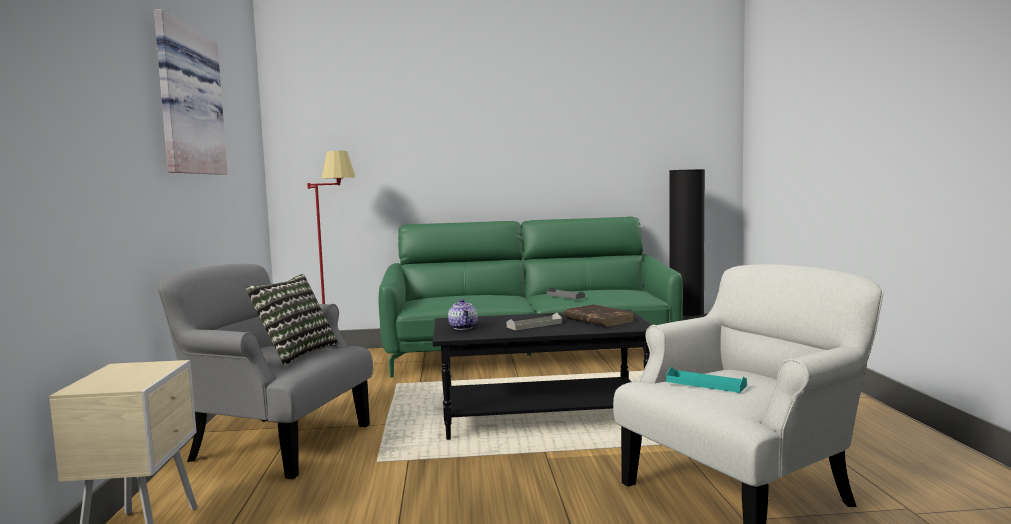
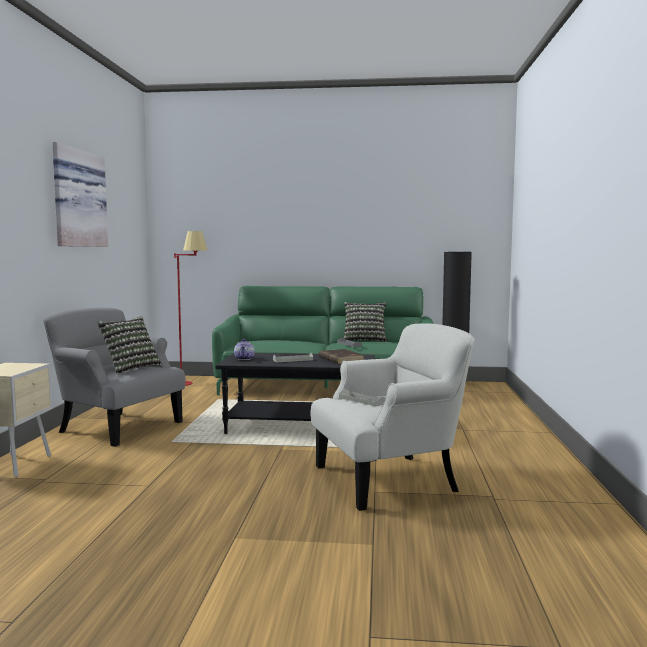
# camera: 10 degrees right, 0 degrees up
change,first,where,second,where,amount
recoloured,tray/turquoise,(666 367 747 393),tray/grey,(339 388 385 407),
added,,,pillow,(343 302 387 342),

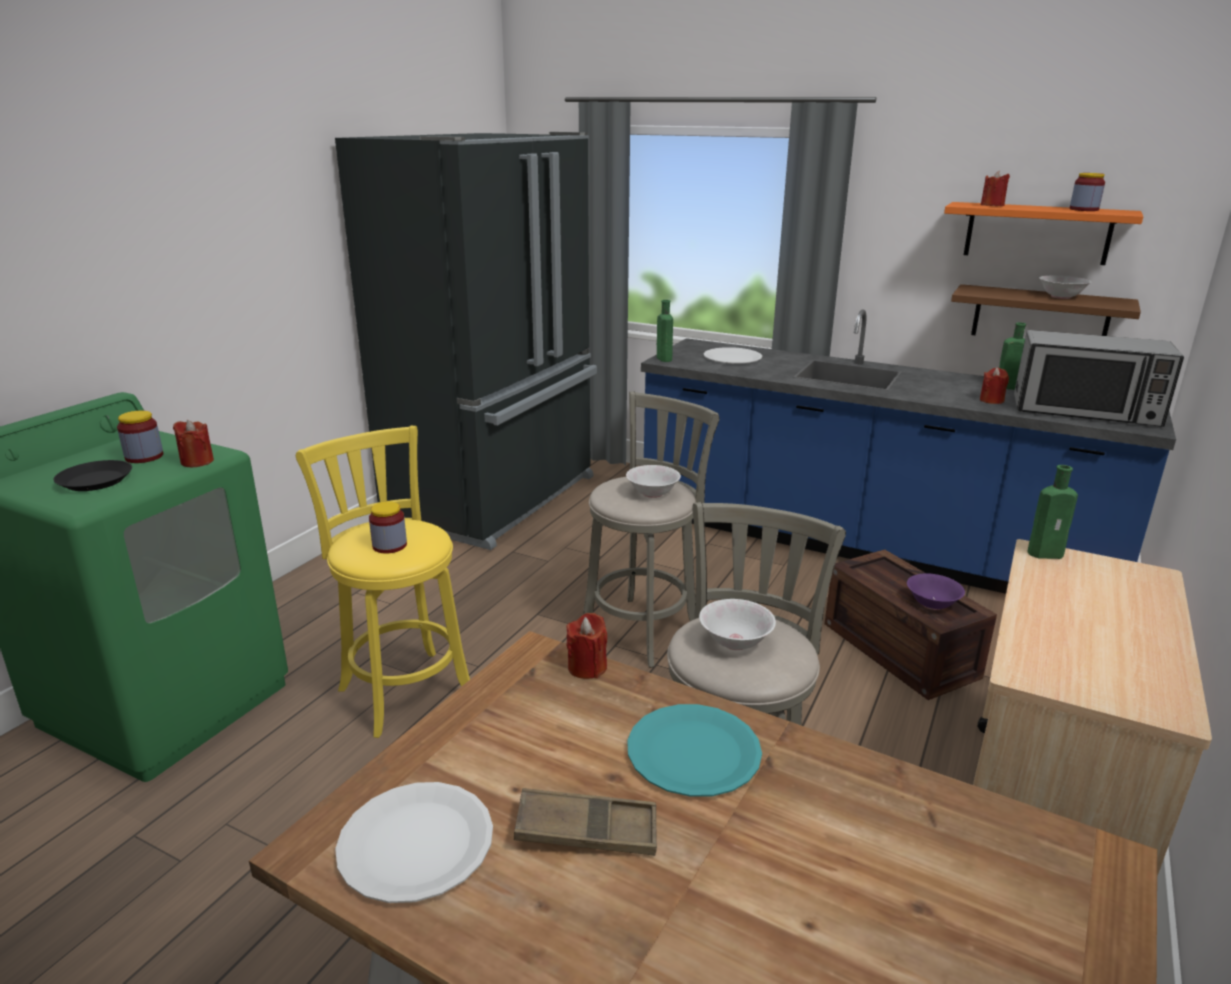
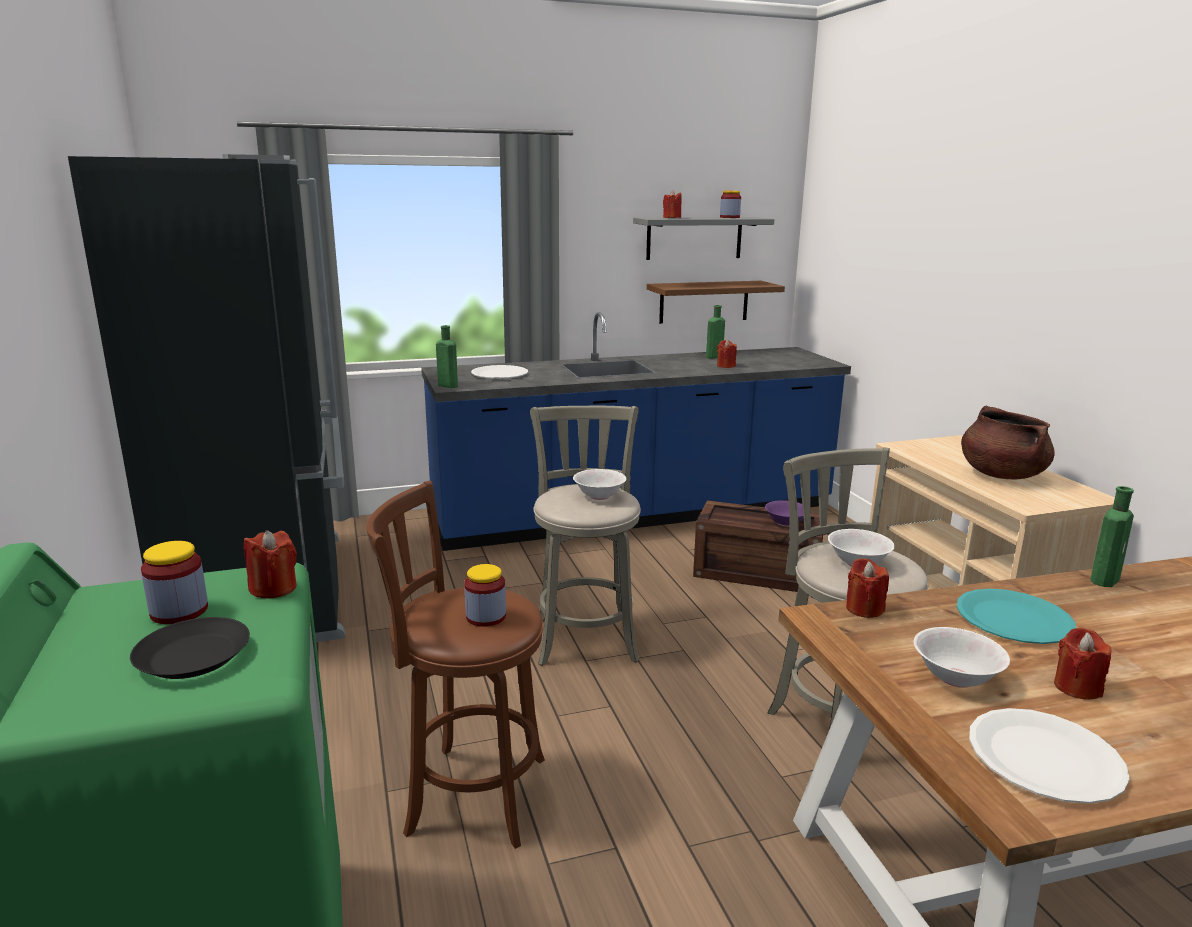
# camera: 45 degrees left, 5 degrees down
change,first,where,second,where,amount
recoloured,stool/yellow,(296 426 470 738),stool/brown,(366 480 545 849),
replaced,tray/brown,(514 788 657 856),candle/red,(1054 628 1111 700),
recoloured,shelf/orange,(944 202 1143 265),shelf/grey,(633 217 774 260),
removed,microwave,(1014 330 1184 427),,,
moved,bottle/green,(1027 465 1078 559),,(1091 486 1134 587),
moved,bowl/white,(1039 275 1092 299),,(914 627 1010 688),
added,,,cooking pot/brown,(961 405 1055 479),

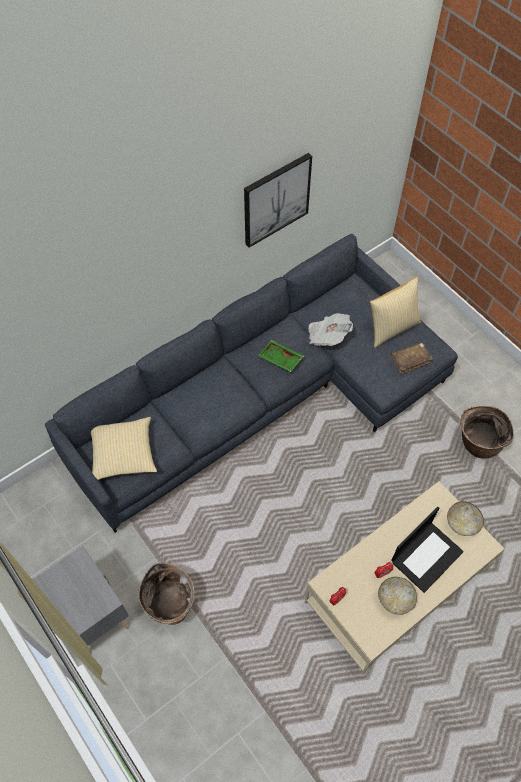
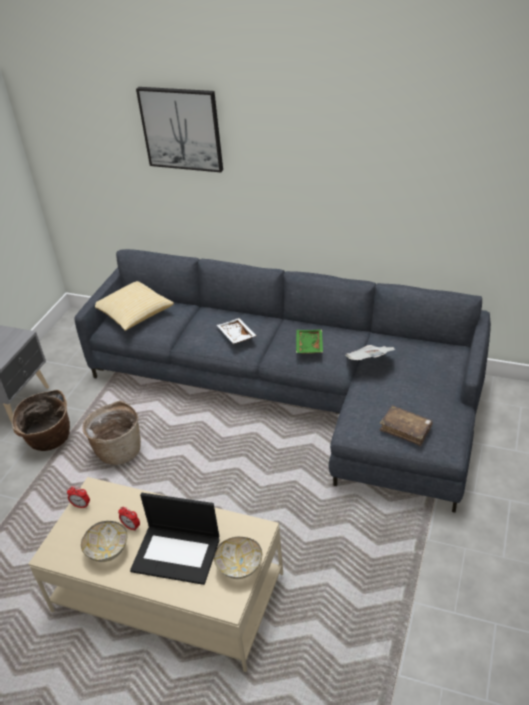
# camera: 60 degrees right, 20 degrees down
change,first,where,second,where,amount
moved,picture,(244 153 312 248),,(136 87 223 172),
removed,pillow,(370 277 421 348),,,
moved,basket,(461 406 514 458),,(82 401 141 465),
added,,,tray/white,(217 318 257 344),

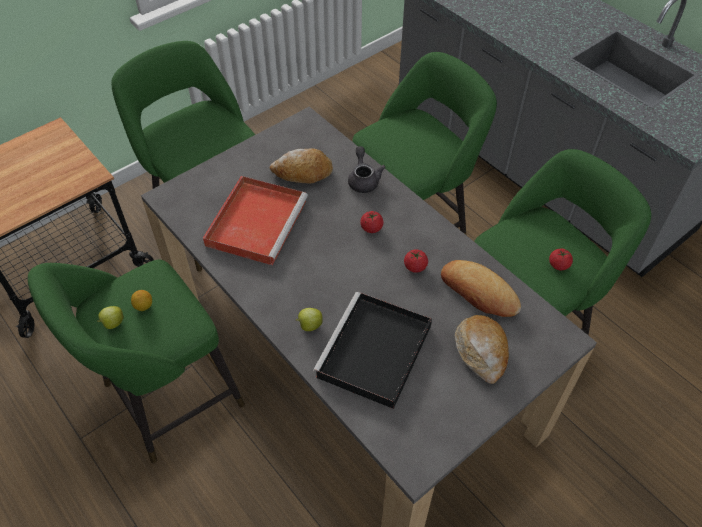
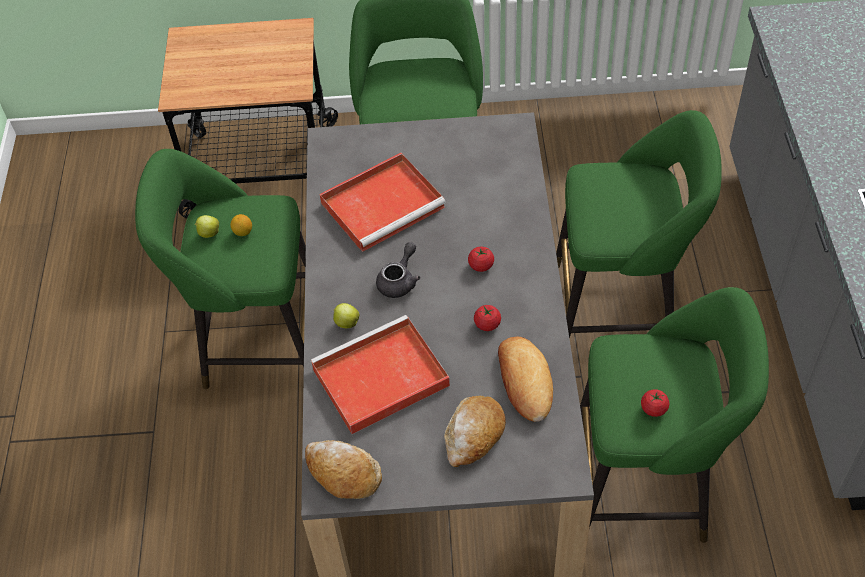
# camera: 40 degrees right, 0 degrees up
change,first,where,second,where,amount
moved,bread,(270 148 333 184),,(305 440 382 499),
recoloured,tray/black,(313 292 432 409),tray/red,(310 315 450 434),
moved,teapot/grey,(348 146 385 193),,(376 242 421 298),

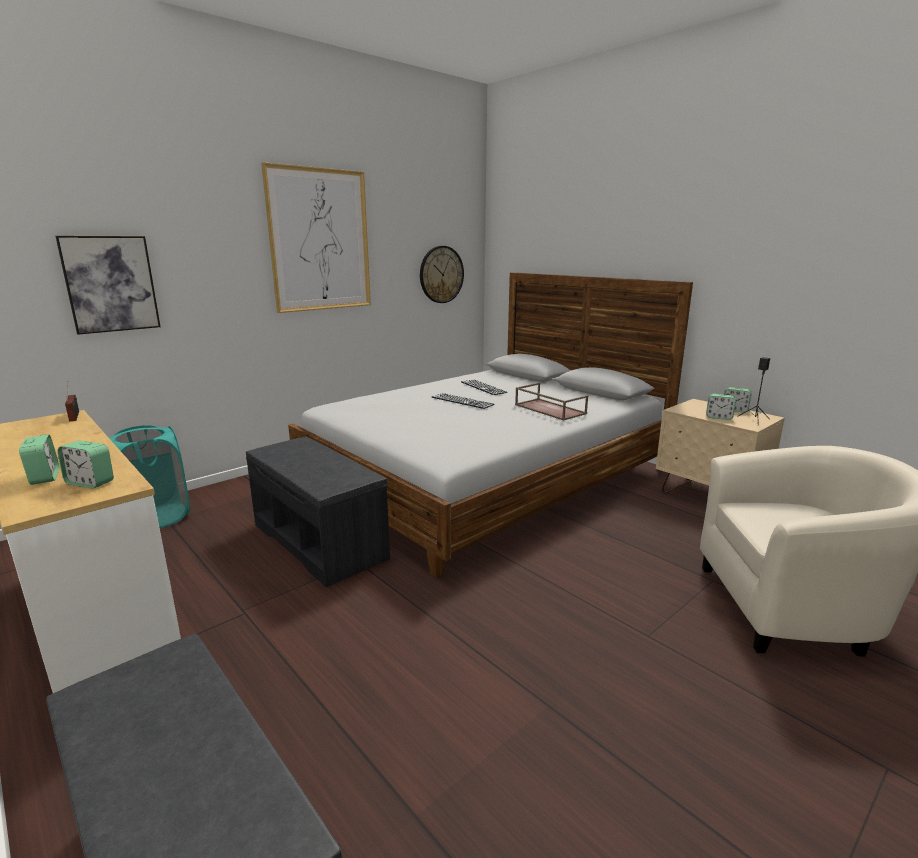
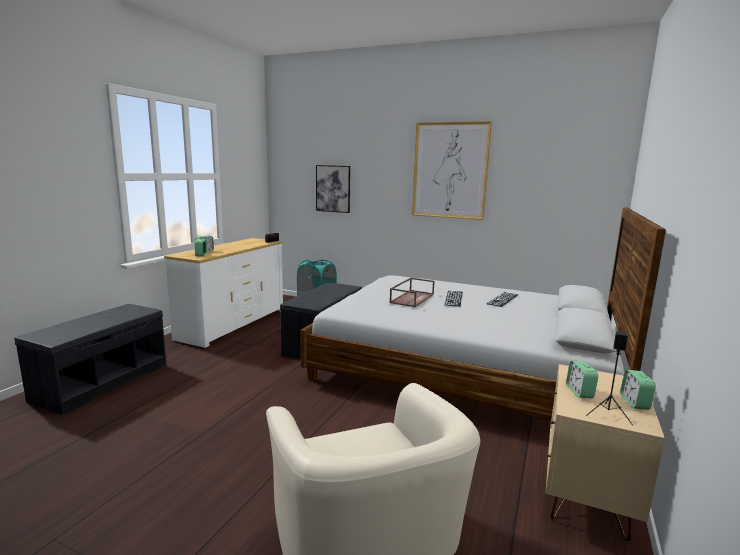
# camera: 65 degrees right, 5 degrees down
change,first,where,second,where,amount
removed,wall clock,(420 246 464 303),,,
moved,tray/brown,(515 383 588 421),,(390 278 435 307),

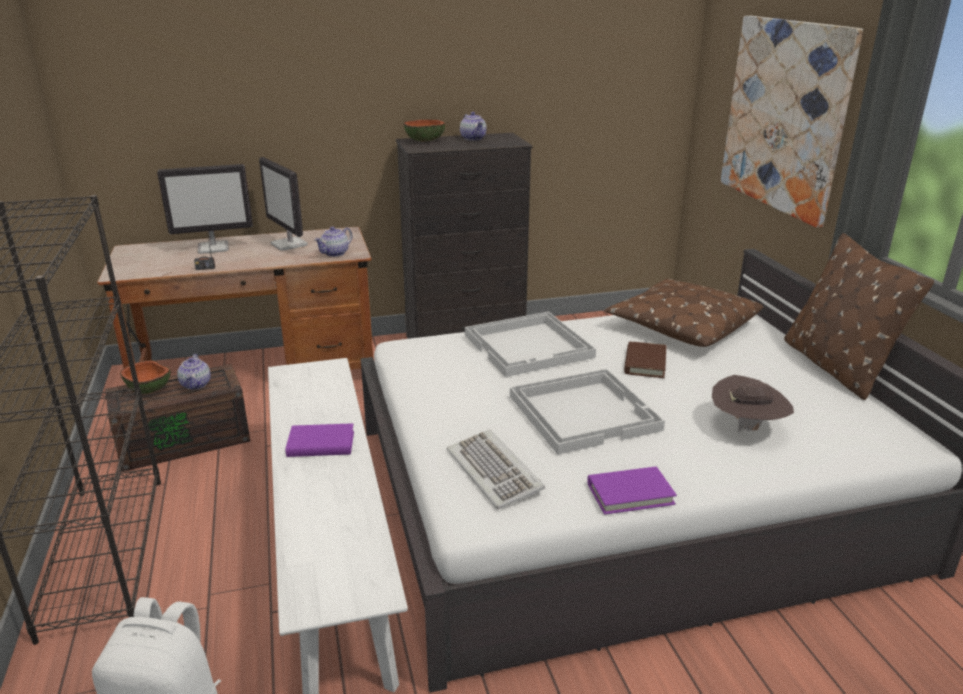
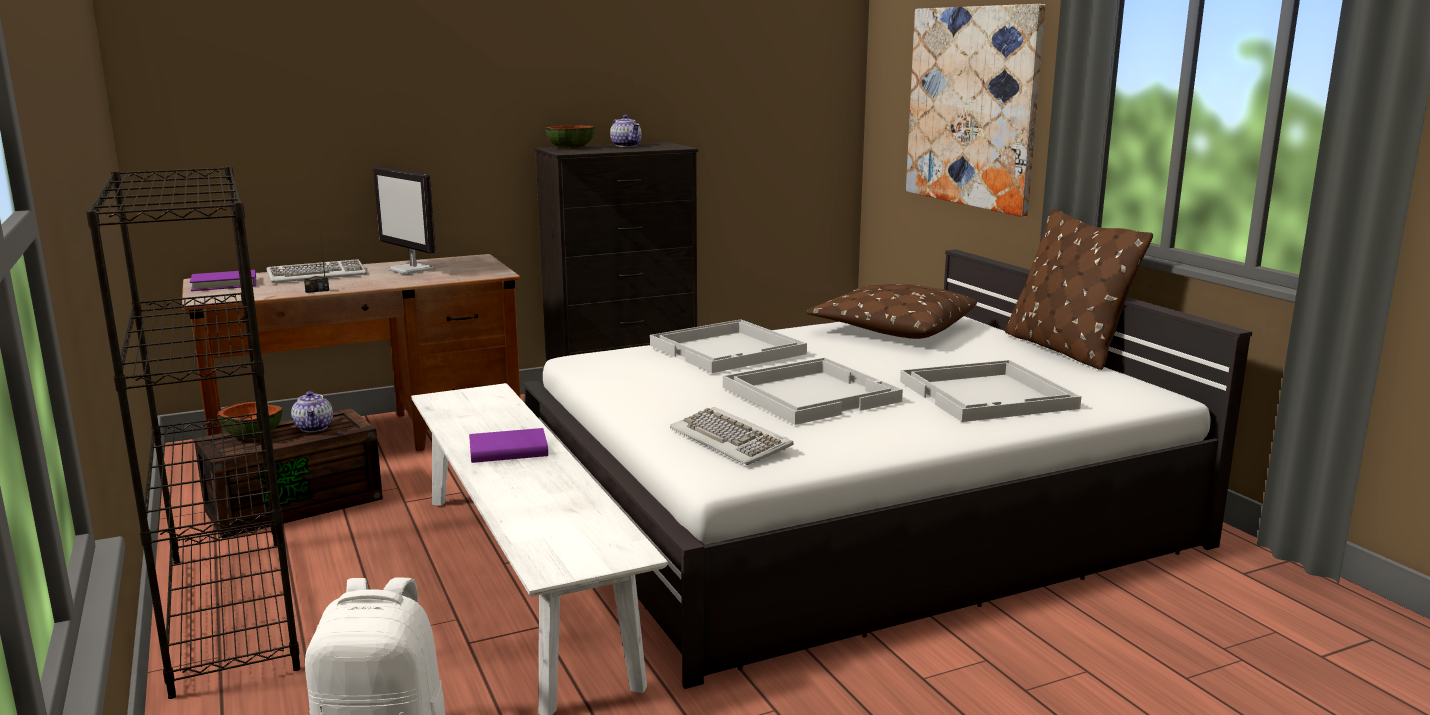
# camera: 10 degrees left, 10 degrees down
change,first,where,second,where,amount
replaced,monitor,(157 164 253 254),keyboard,(266 259 367 283),
removed,teapot,(314 227 352 257),,,
moved,book/purple,(587 467 677 515),,(190 270 256 291),
removed,book/brown,(624 342 666 378),,,
replaced,hat/brown,(712 375 794 432),tray/white,(900 360 1082 422),

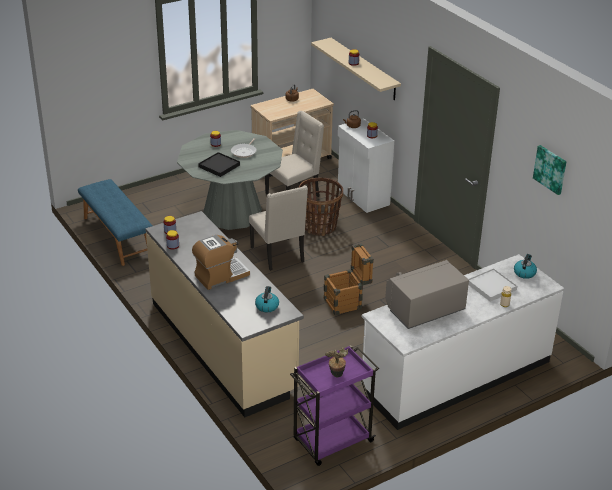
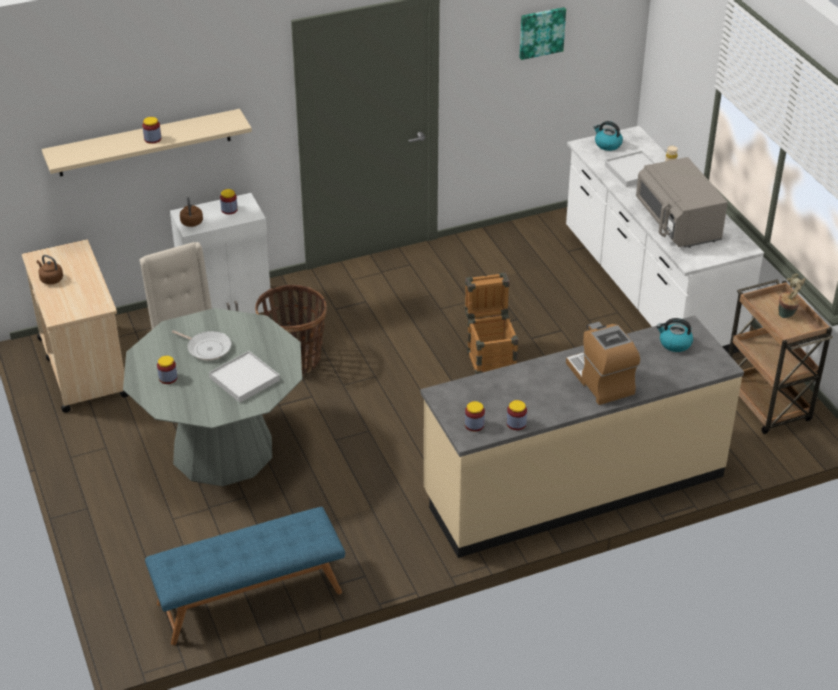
# camera: 80 degrees left, 5 degrees up
change,first,where,second,where,amount
recoloured,tray/black,(198 152 240 177),tray/white,(209 351 280 403),
removed,chair/beige,(249 185 308 271),,,
recoloured,cart/purple,(290 345 379 466),cart/brown,(728 279 833 434),

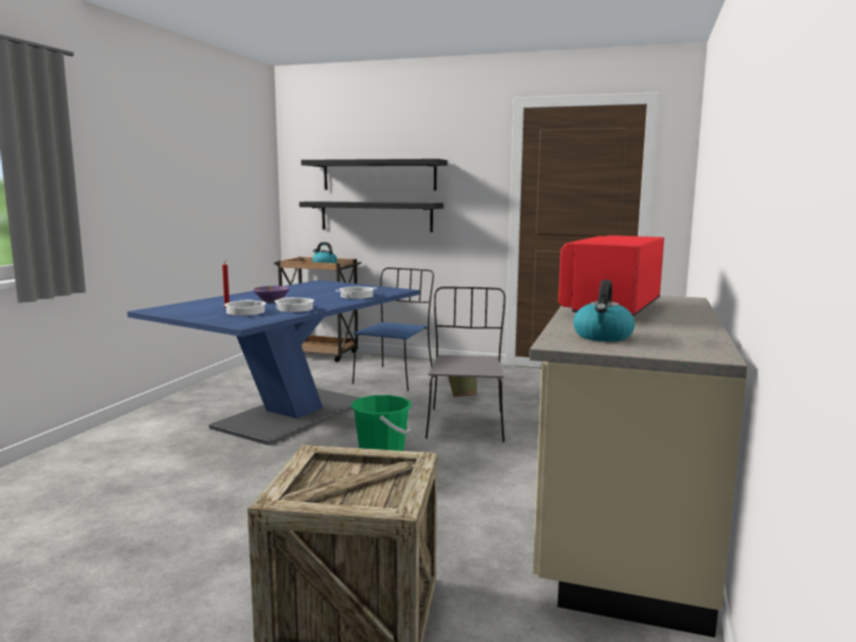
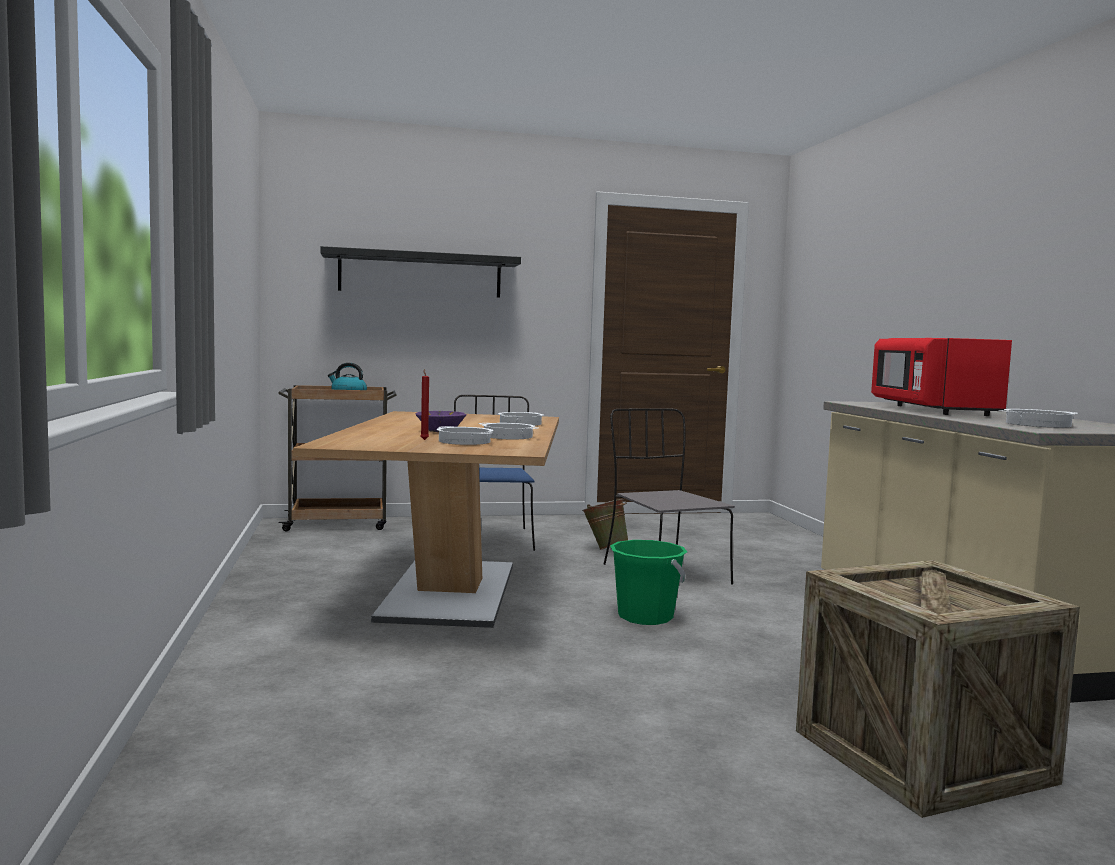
# camera: 30 degrees left, 5 degrees down
change,first,where,second,where,amount
recoloured,dining table/blue,(127 280 419 445),dining table/brown,(293 411 559 628),
removed,shelf/black,(299 201 443 232),,,
replaced,kettle,(573 280 635 342),cooking pot,(999 409 1078 428),

